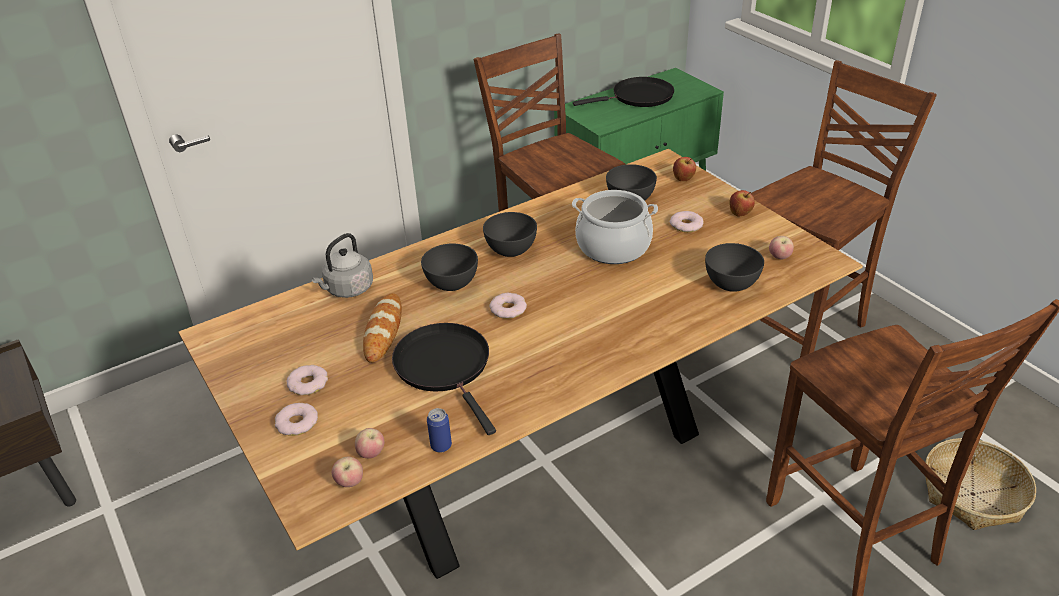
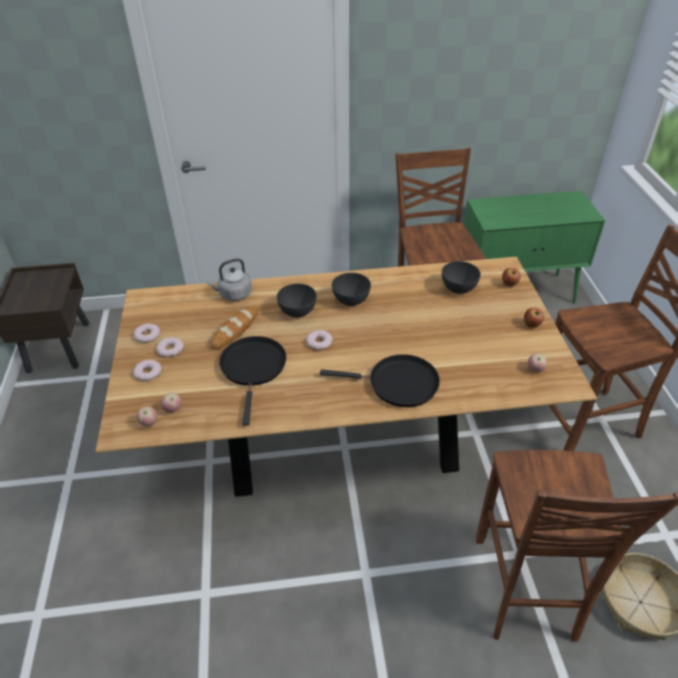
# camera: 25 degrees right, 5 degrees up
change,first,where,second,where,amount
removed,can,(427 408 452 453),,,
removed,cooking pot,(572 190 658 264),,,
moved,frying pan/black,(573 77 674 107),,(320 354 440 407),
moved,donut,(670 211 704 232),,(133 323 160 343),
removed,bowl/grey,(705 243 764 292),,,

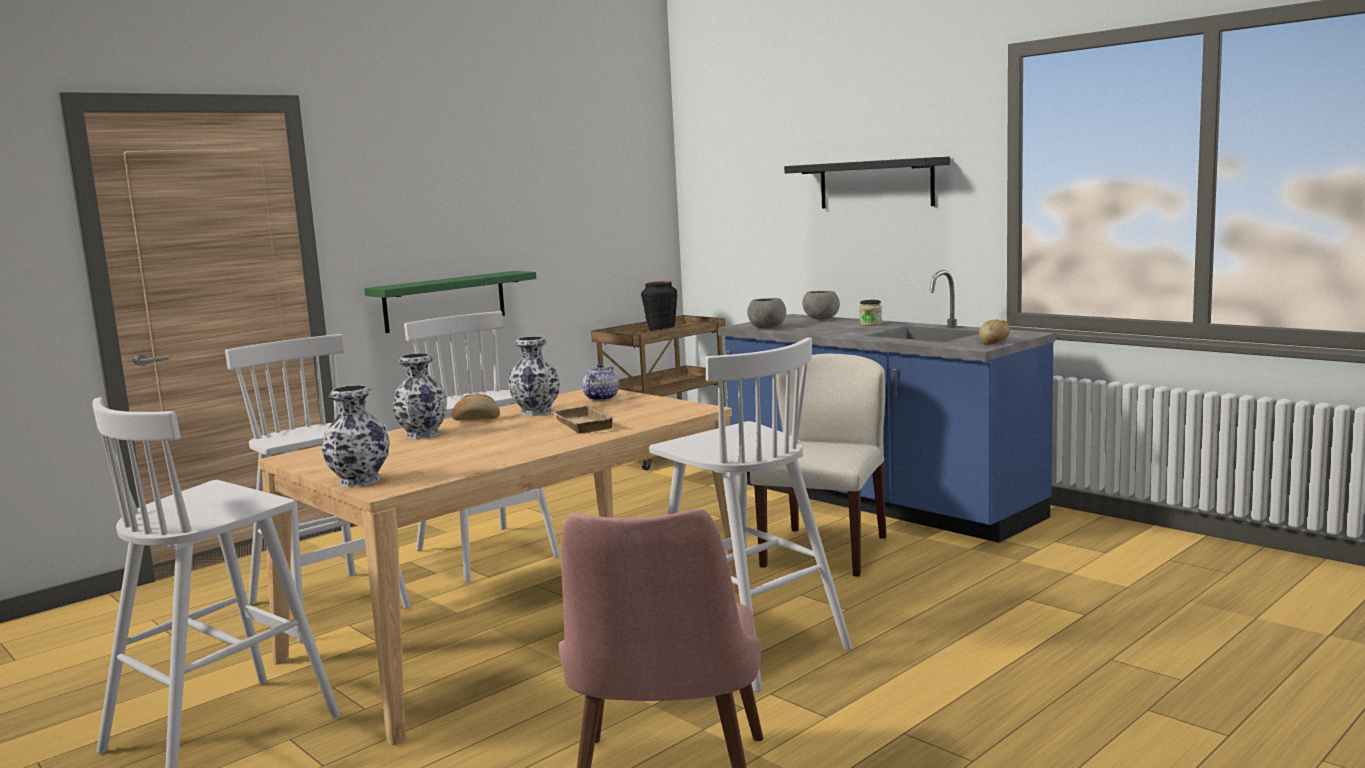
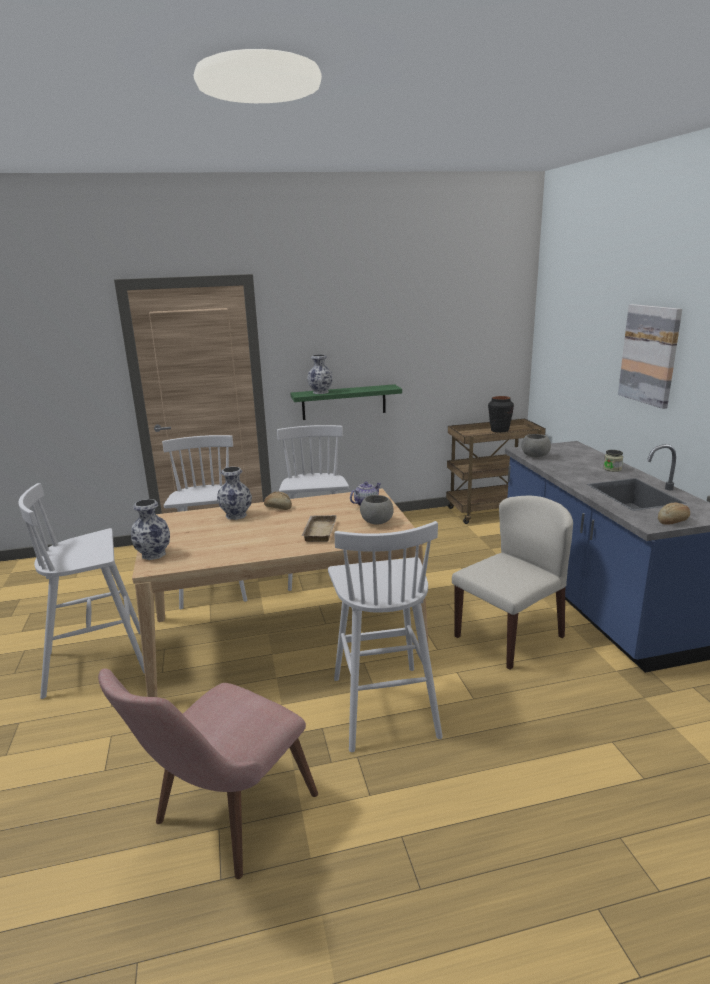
# camera: 30 degrees right, 10 degrees up
change,first,where,second,where,amount
moved,vase,(508 336 560 416),,(307 354 333 394),
replaced,shelf/black,(784 157 950 209),picture,(618 304 682 409),
moved,bowl/grey,(802 291 840 320),,(360 495 394 525),

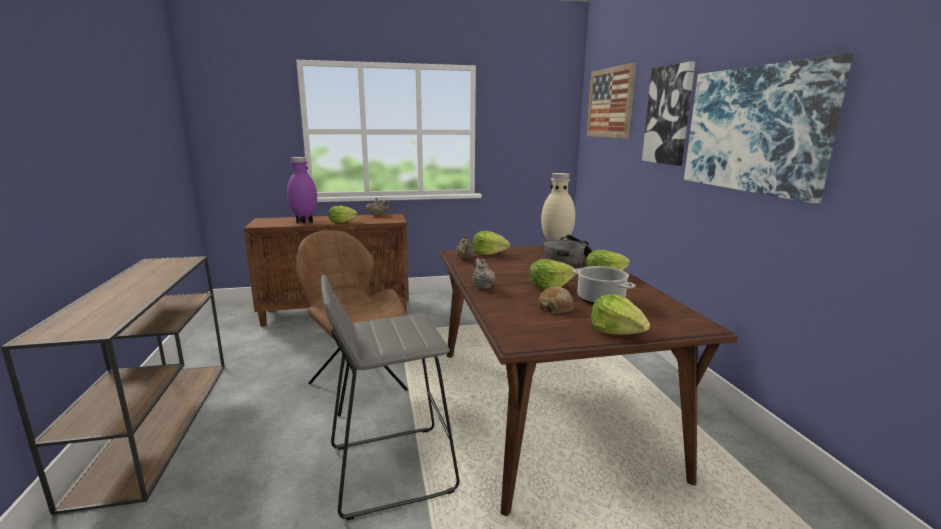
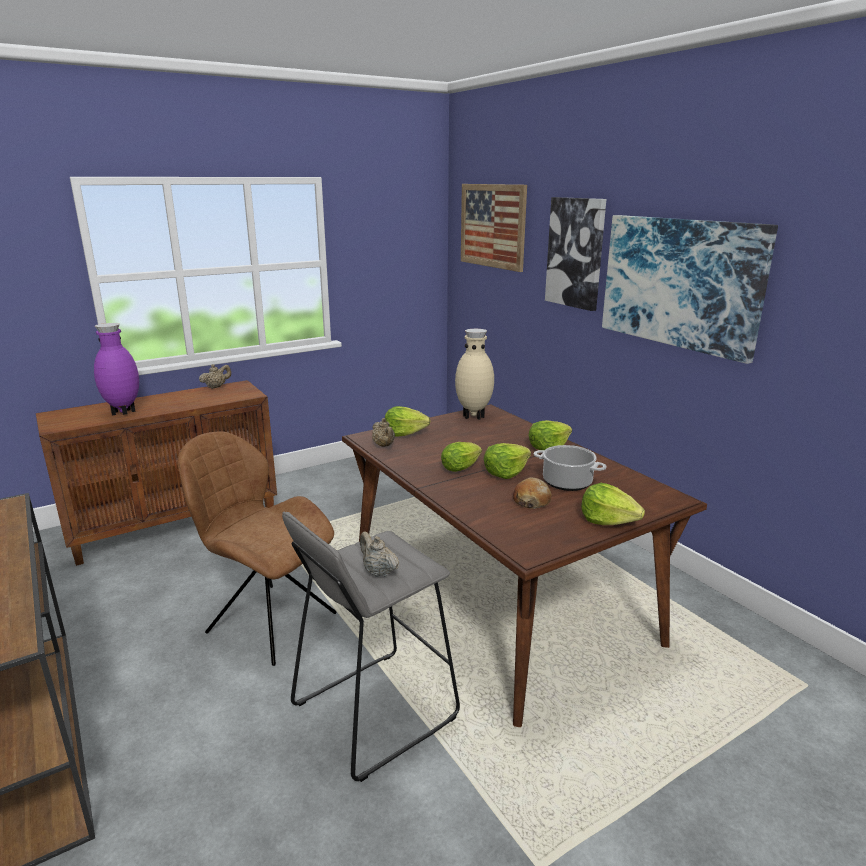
# camera: 20 degrees left, 5 degrees up
change,first,where,second,where,amount
moved,lettuce,(329 206 358 223),,(441 442 482 472),
moved,teapot/beige,(472 258 495 289),,(360 531 399 577),
removed,cooking pot,(544 235 593 269),,,

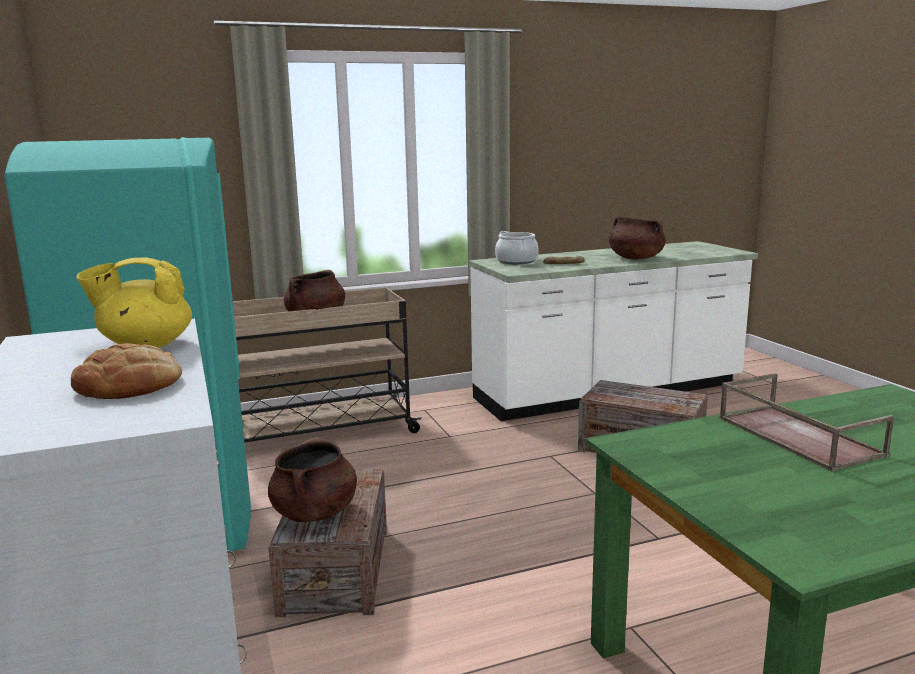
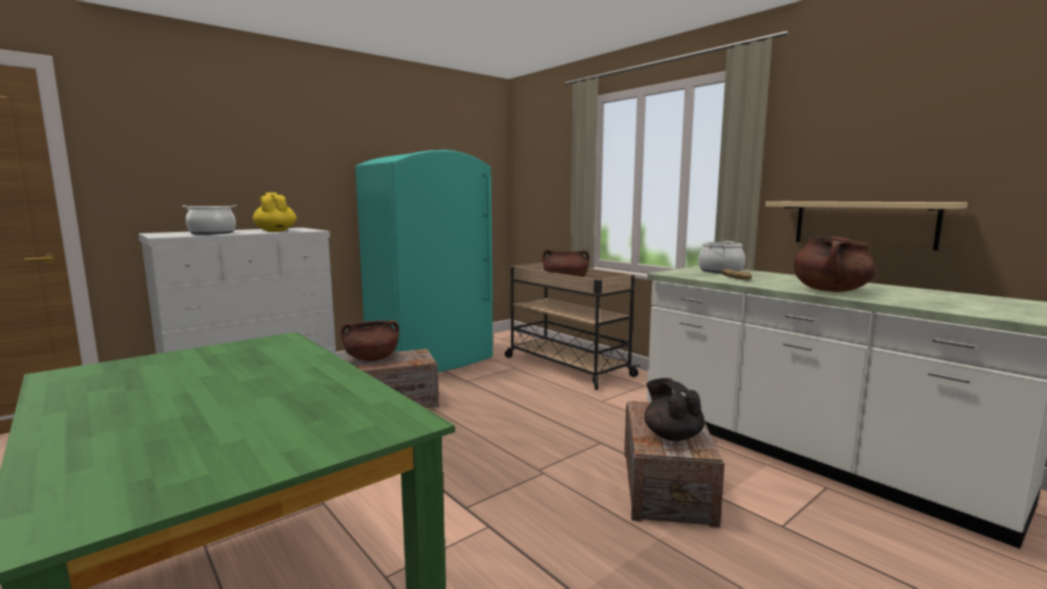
# camera: 70 degrees right, 5 degrees down
change,first,where,second,where,amount
replaced,bread,(71 343 182 399),cooking pot,(182 205 236 235),
removed,tray/brown,(719 373 894 472),,,
added,,,teapot/black,(644 378 705 441),
added,,,shelf/beige,(765 201 968 251),

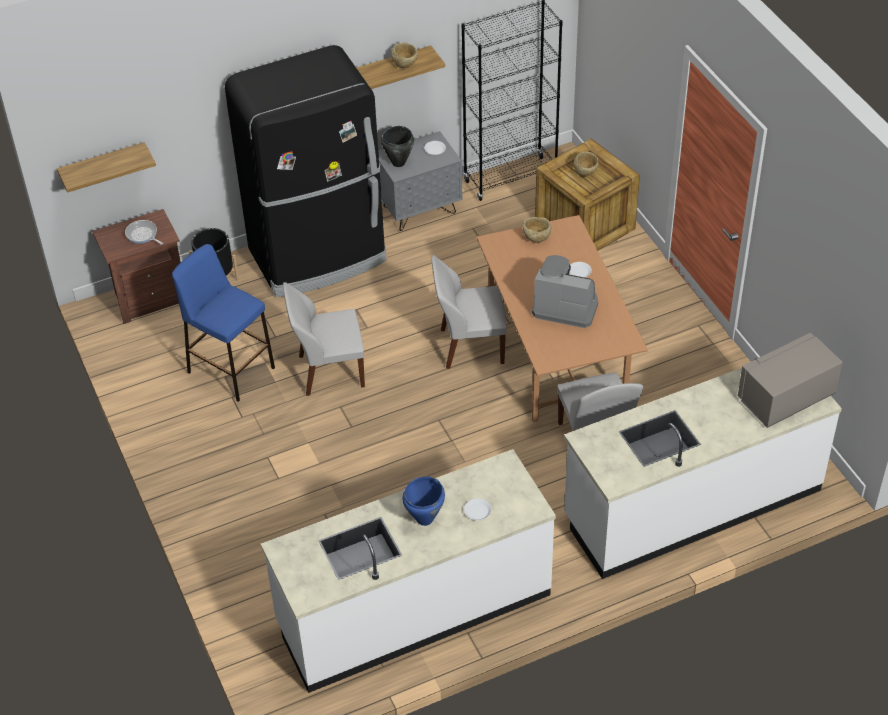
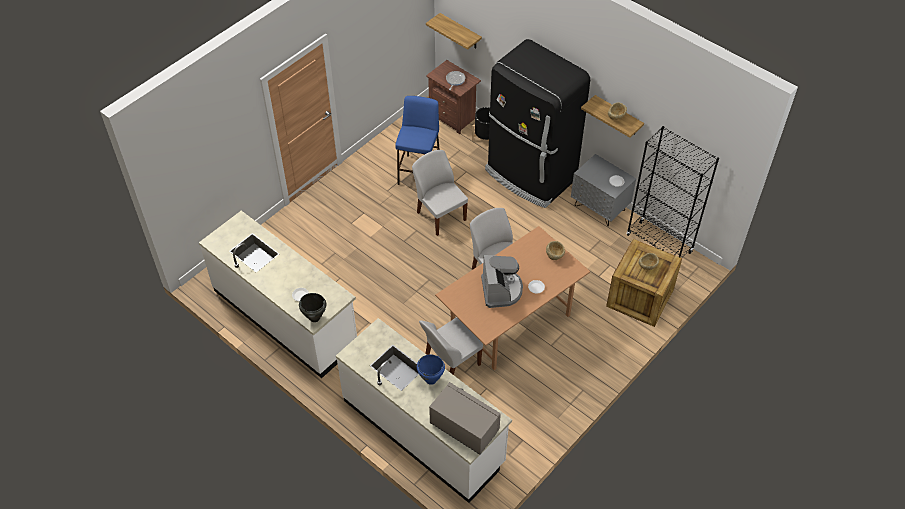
# camera: 65 degrees right, 5 degrees up
change,first,where,second,where,amount
moved,cooking pot/black,(381 126 414 167),,(299 293 327 322),
moved,cooking pot/blue,(402 476 445 526),,(417 355 445 385),

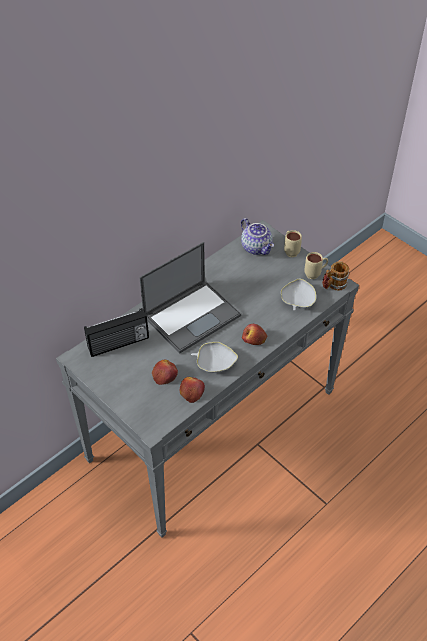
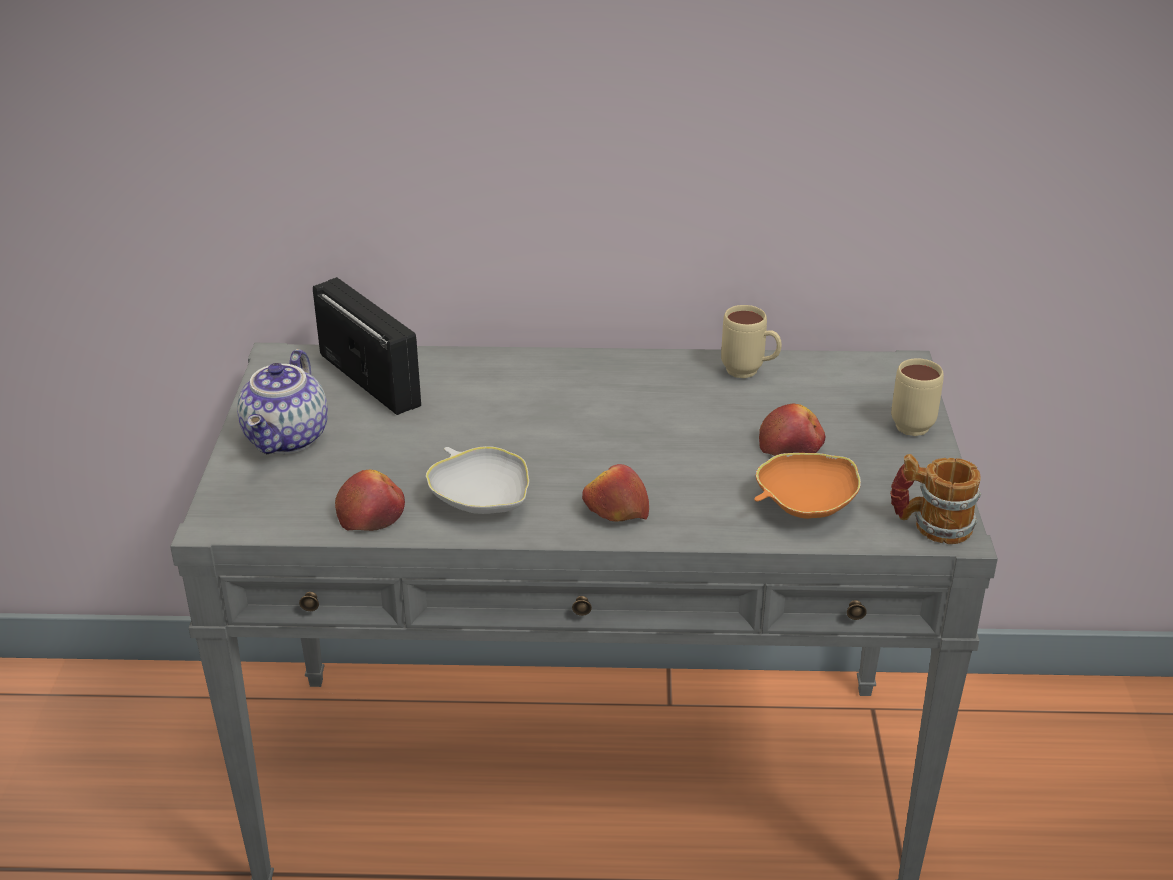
# camera: 45 degrees right, 15 degrees down
change,first,where,second,where,amount
turned,radio,(84 308 149 357),,(313 277 421 415),150 degrees counterclockwise
removed,laptop,(139 242 241 354),,,
moved,apple,(152 360 178 385),,(759 403 825 456),
moved,teapot,(241 218 274 255),,(237 349 328 454),
recoloured,bowl/white,(281 279 316 311),bowl/orange,(754 453 861 519),
moved,mug/beige,(304 252 328 279),,(721 305 782 378),

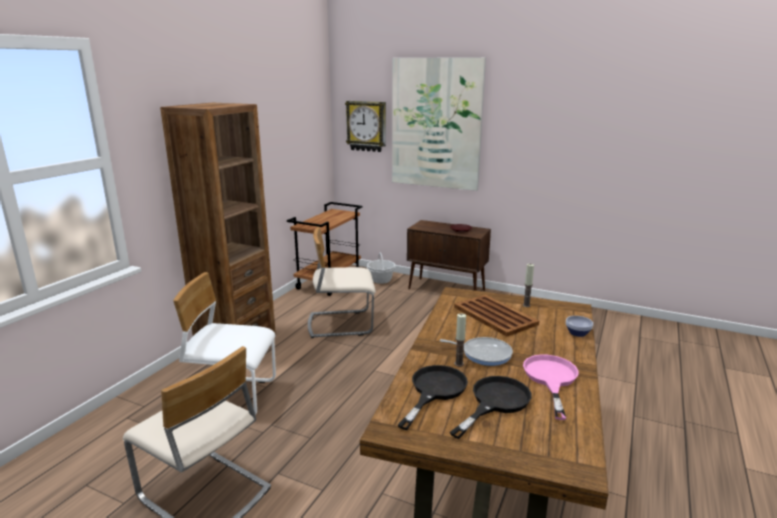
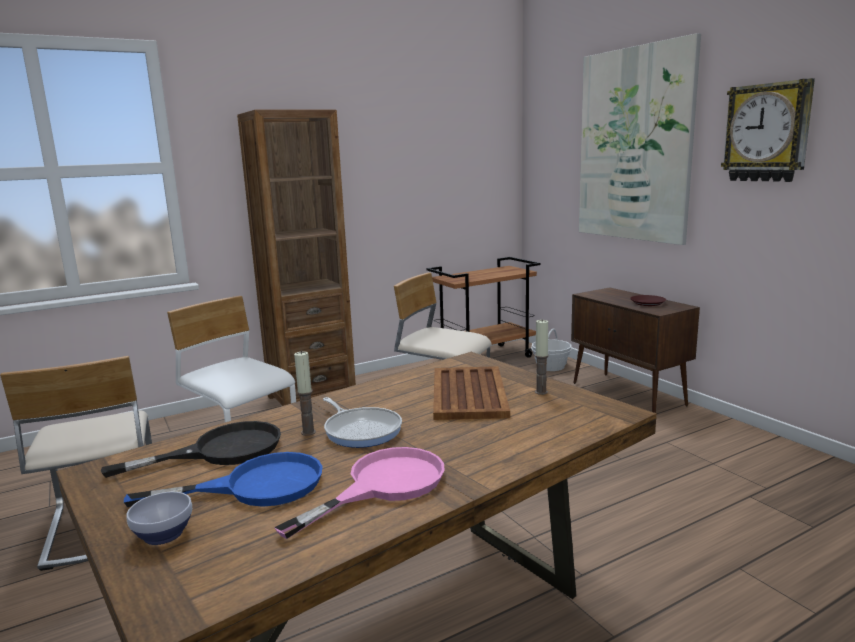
# camera: 35 degrees right, 5 degrees down
change,first,where,second,where,amount
moved,wall clock,(345 101 386 152),,(721 78 815 182),
recoloured,frying pan/black,(450 376 531 439),frying pan/blue,(124 452 323 507),
moved,bowl,(566 316 593 337),,(126 492 192 545),

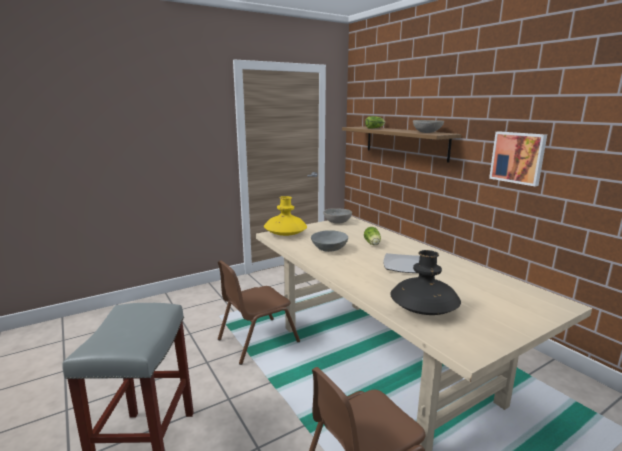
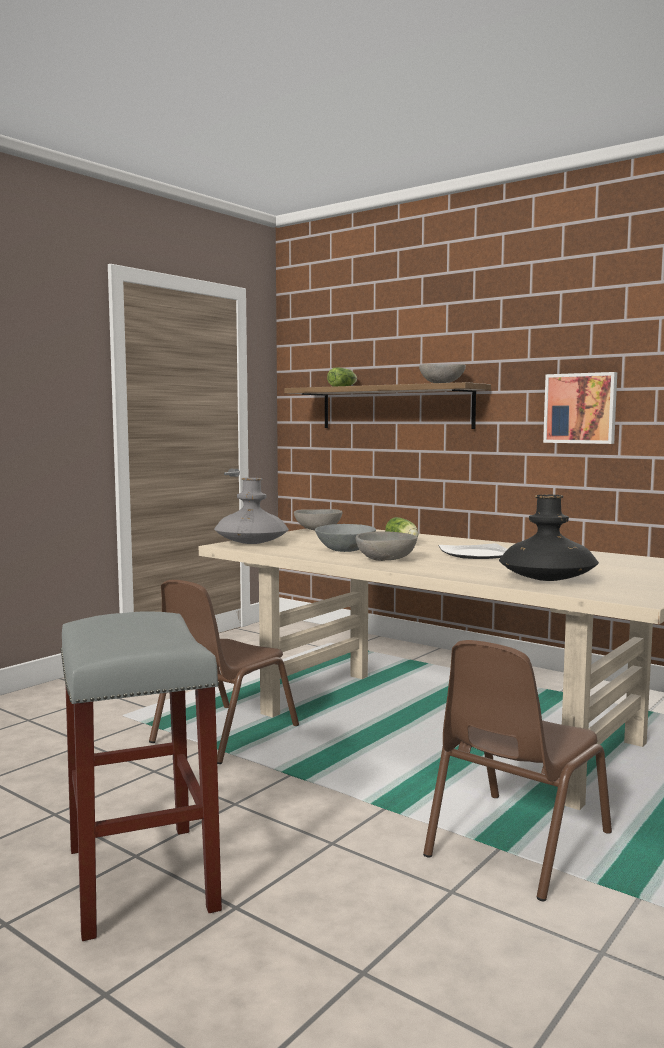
# camera: 20 degrees left, 10 degrees down
change,first,where,second,where,amount
recoloured,vase/yellow,(264 196 307 236),vase/grey,(214 478 289 544),
added,,,bowl/grey,(356 531 418 561),

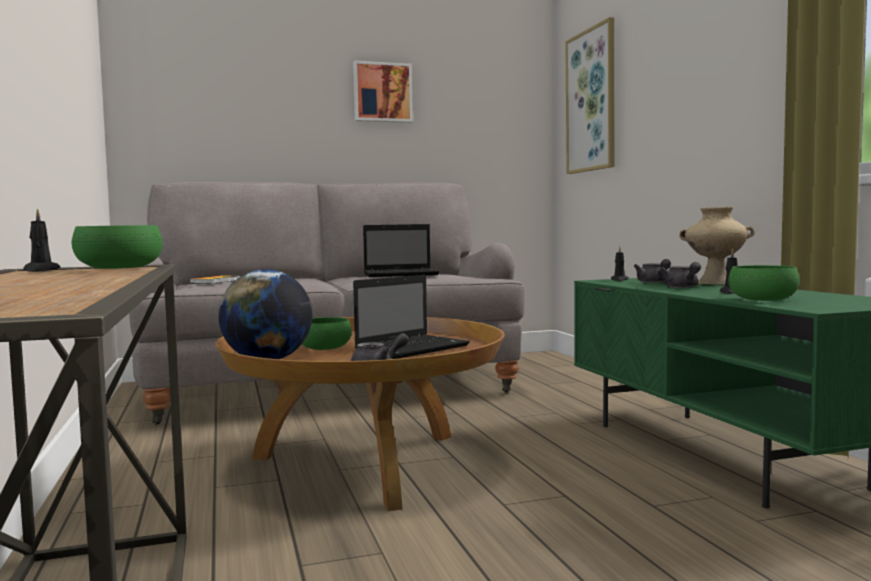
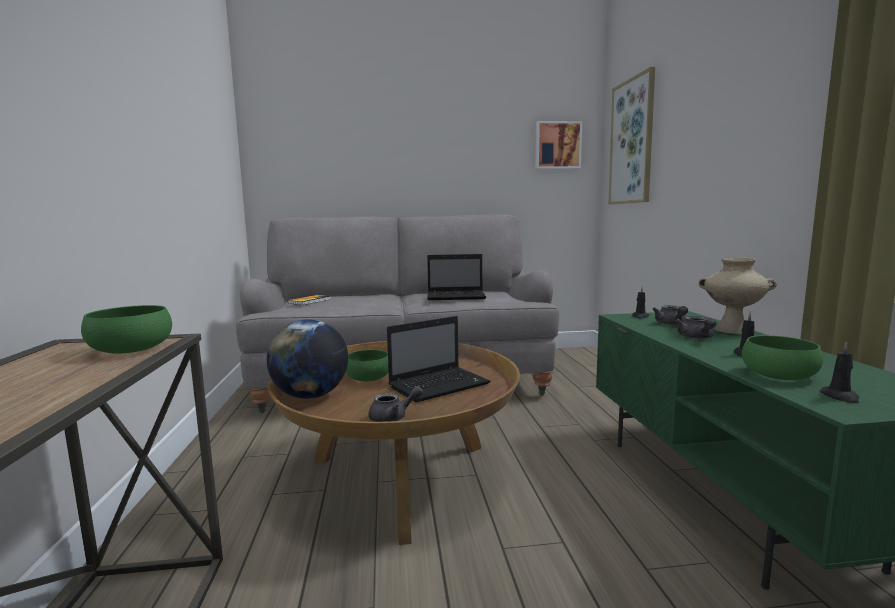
# camera: 10 degrees right, 5 degrees up
change,first,where,second,where,amount
moved,candle/black,(23 208 61 272),,(819 341 859 403),
moved,picture,(353 61 413 123),,(535 121 582 169),

